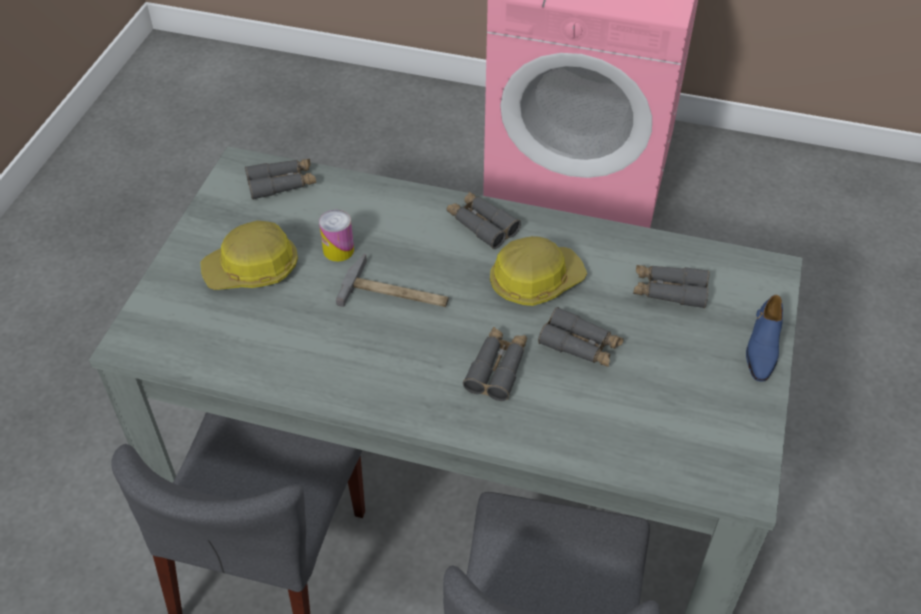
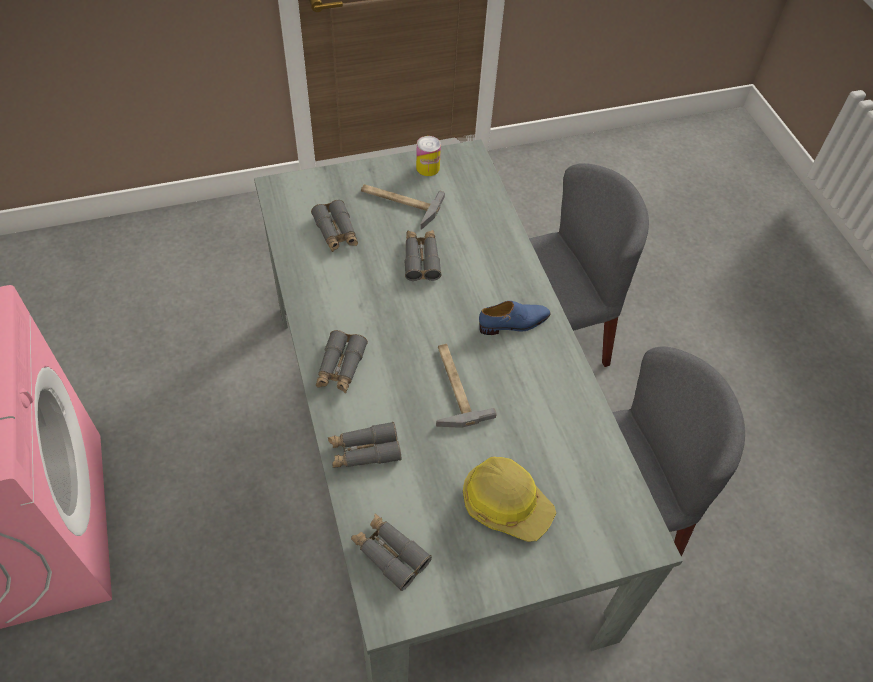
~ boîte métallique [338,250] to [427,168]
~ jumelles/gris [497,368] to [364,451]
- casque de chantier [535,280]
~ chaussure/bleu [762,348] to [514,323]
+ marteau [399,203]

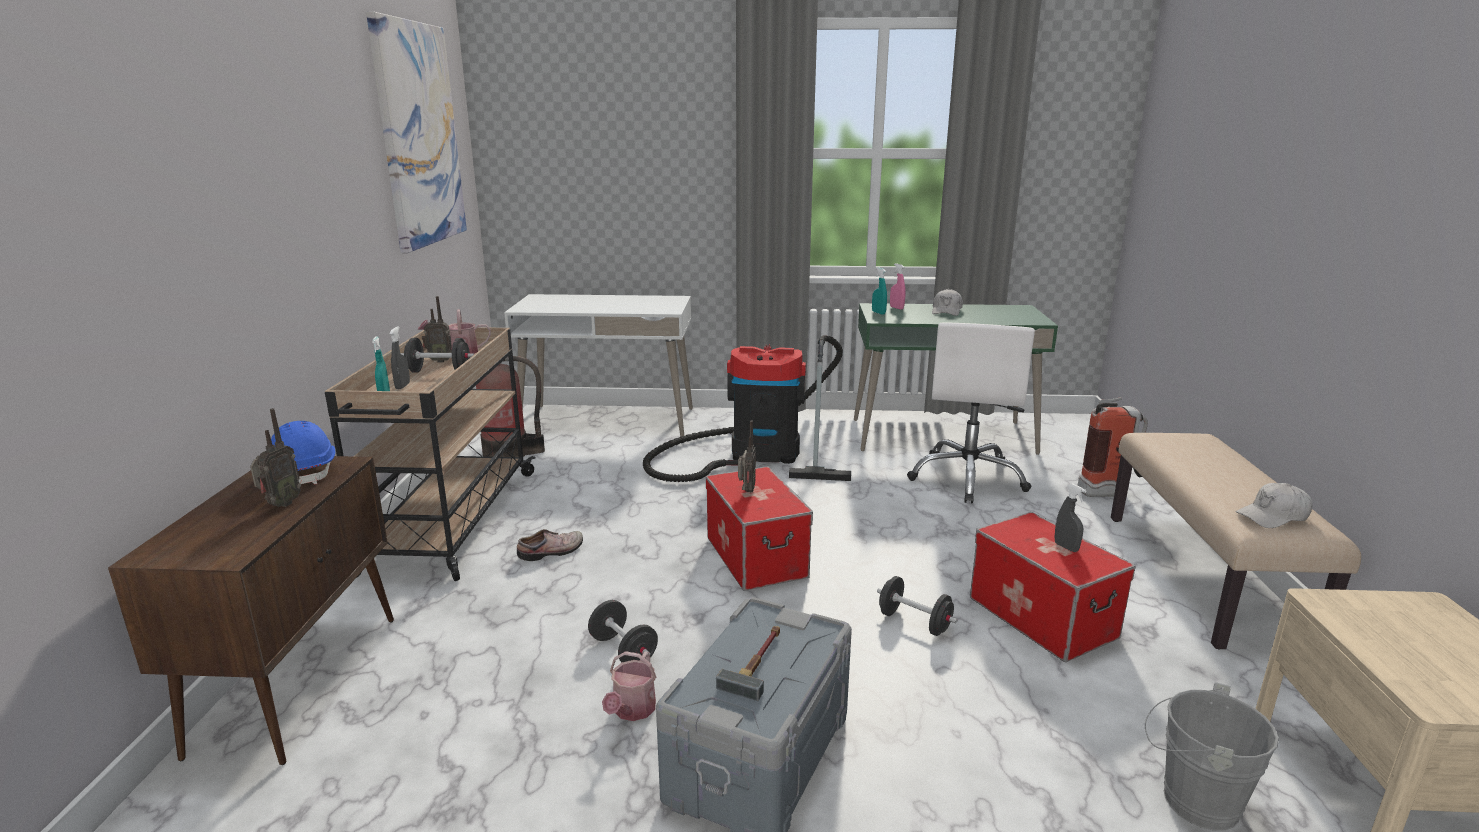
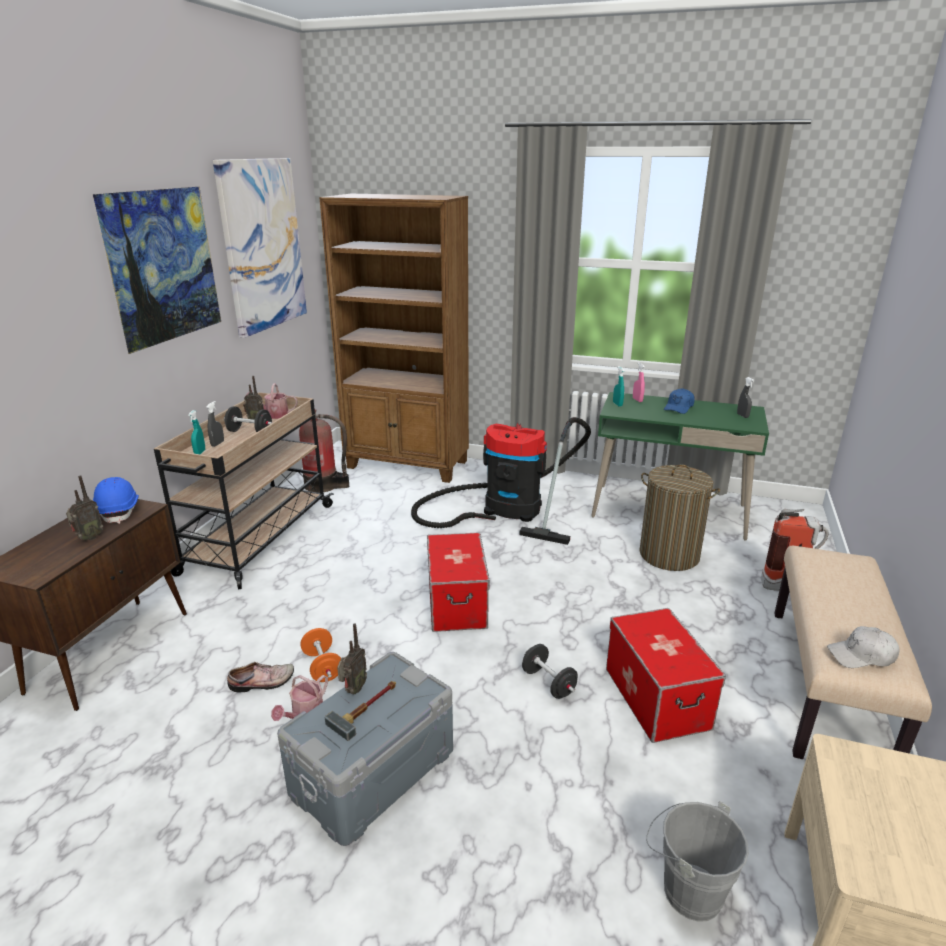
~ bureau/blanc [608,421] to bibliothèque/marron [408,465]
~ chaussure [552,552] to [262,683]
~ haltère/noir [623,651] to haltère/orange [322,667]
~ radio [746,491] to [353,690]
~ chaise de bureau/blanc [968,477] to panier à linge [669,555]
~ casquette/blanc [946,311] to casquette/bleu [679,407]
~ vaporisateur/gris [1066,547] to [742,416]
+ tableau [172,302]

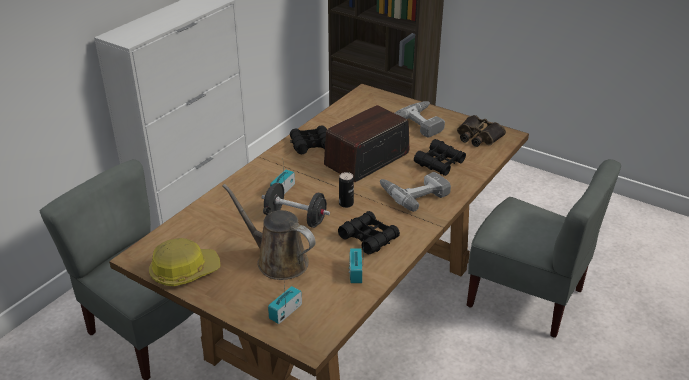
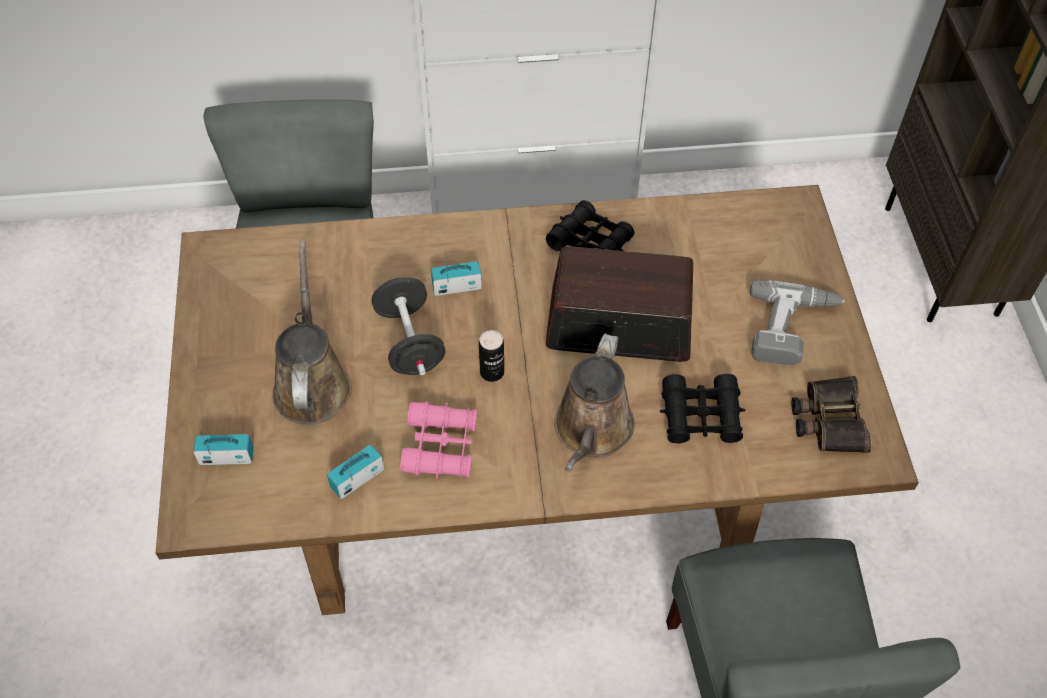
- casque de chantier [184,271]
~ jumelles/noir [368,238] to jumelles/rose [440,446]
~ perceuse [413,193] to arrosoir/marron [592,431]

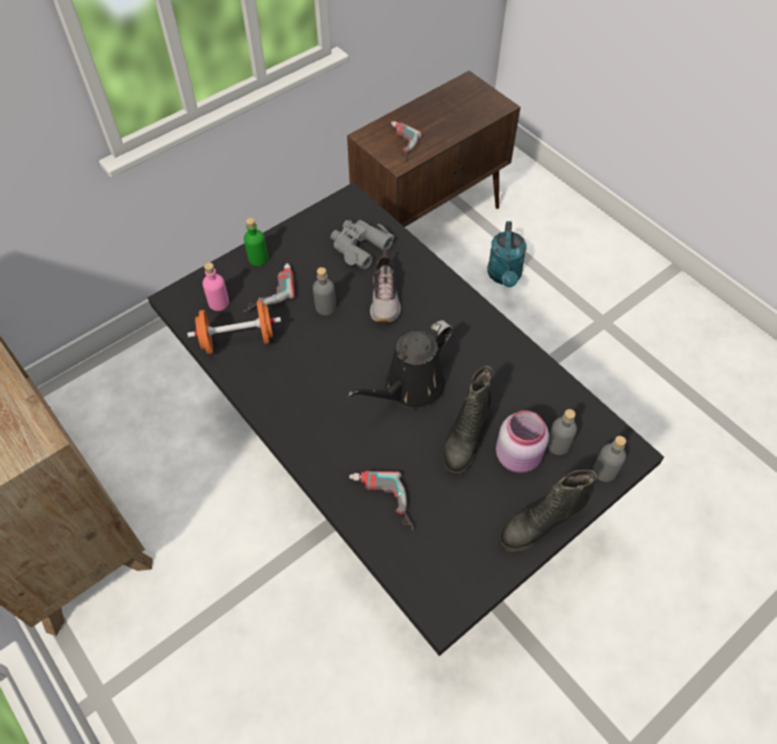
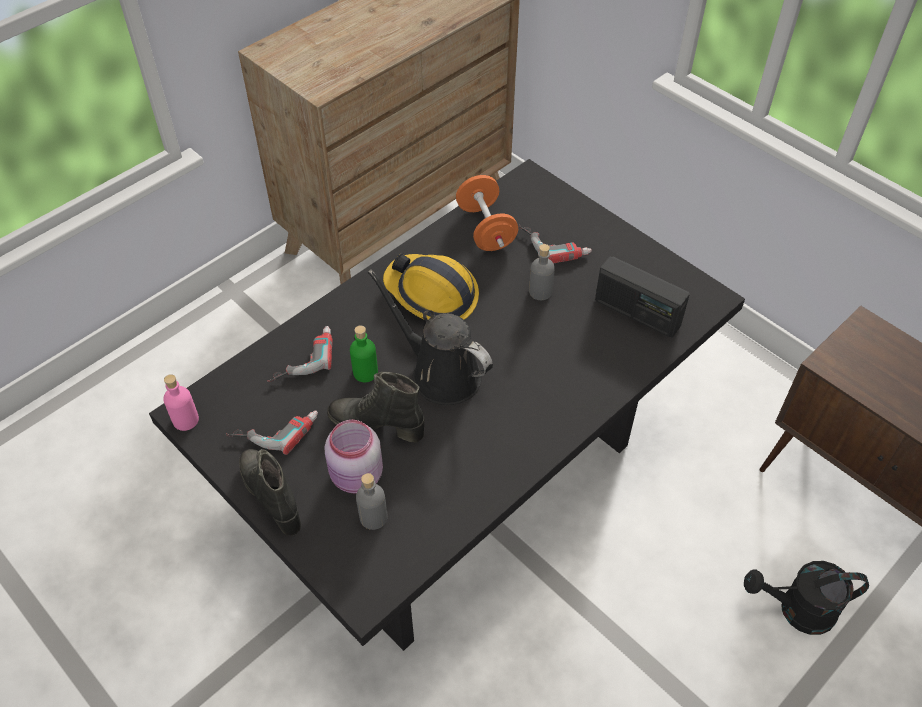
~ bouteille/rose [219,303] to [186,420]
~ bouteille/vert [258,258] to [365,372]
~ jumelles/gris [359,247] to radio [637,313]
- chaussure [385,298]
~ perceuse [398,144] to [274,428]
~ arrosoir/turquoise [504,276] to arrosoir/noir [797,610]
- bouteille/gris [604,471]
+ casque de chantier [432,295]

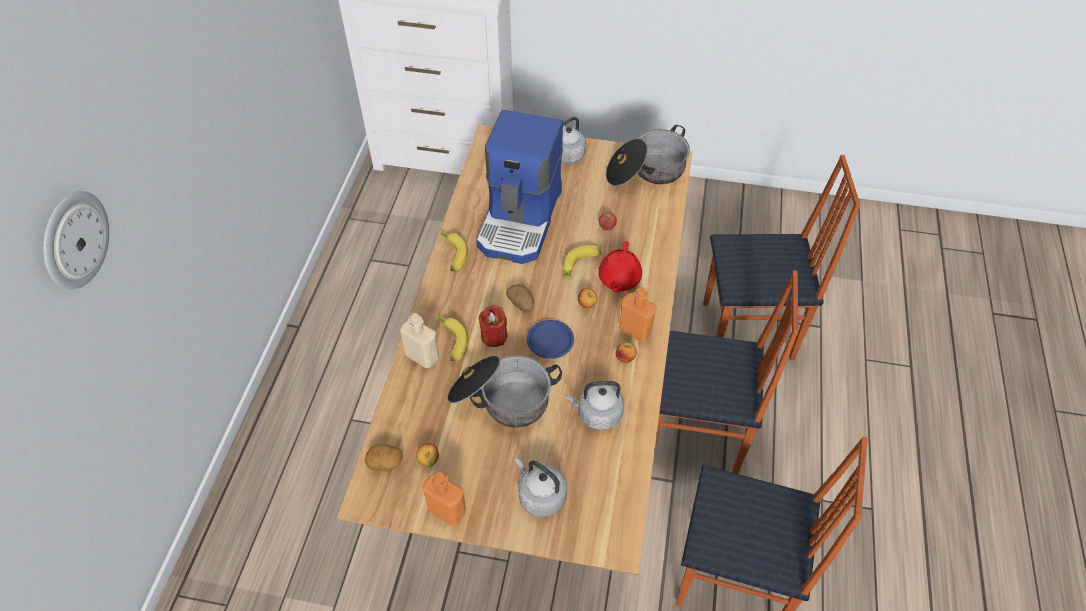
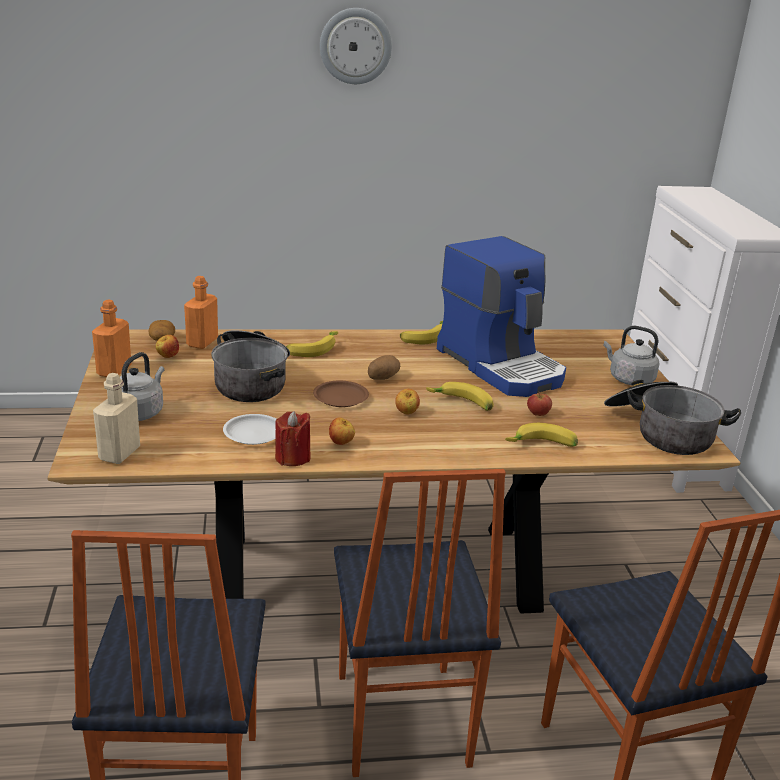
~ horloge murale [74,239] to [355,46]
~ bouteille/beige [422,356] to [119,453]
~ machine à café [521,221] = [501,365] 120 degrees counterclockwise
~ bougie/rouge [494,336] to [292,457]
~ assiette/bleu [550,341] to assiette/marron [341,397]
~ bouilloire/gris [597,414] to assiette/blanc [253,433]
- théière/rouge [619,279]
~ bouteille/orange [635,330] to [202,342]
+ banane [542,446]

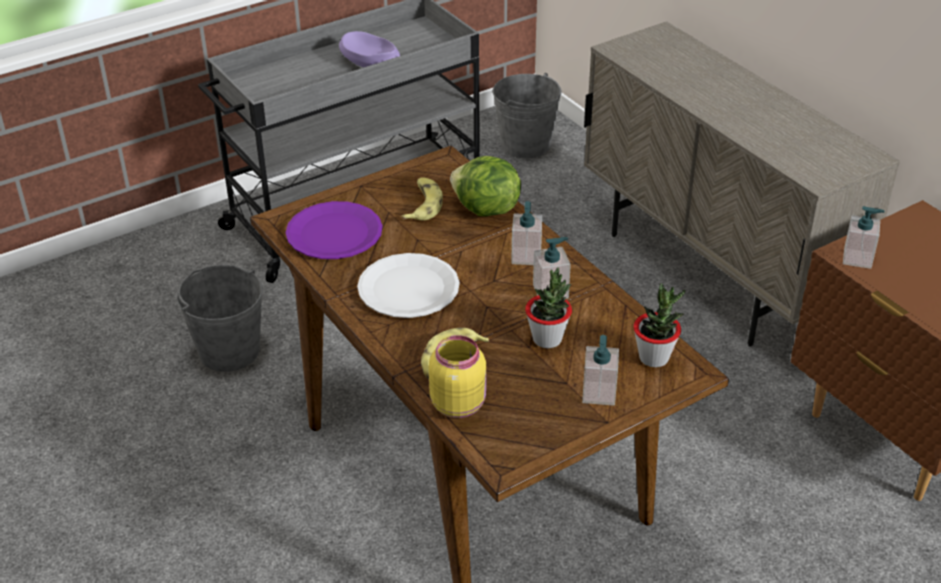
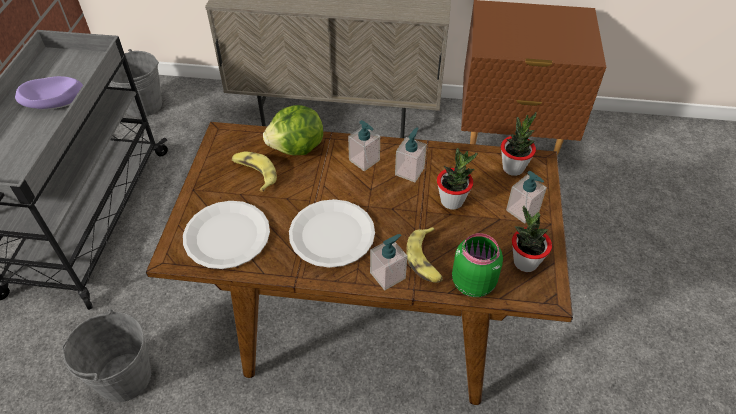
~ assiette/violet [334,233] to assiette/blanc [227,236]
~ bocal/jaune [459,403] to bocal/vert [472,282]
~ distributeur de savon [857,258] to [388,275]
+ plante en pot [525,262]

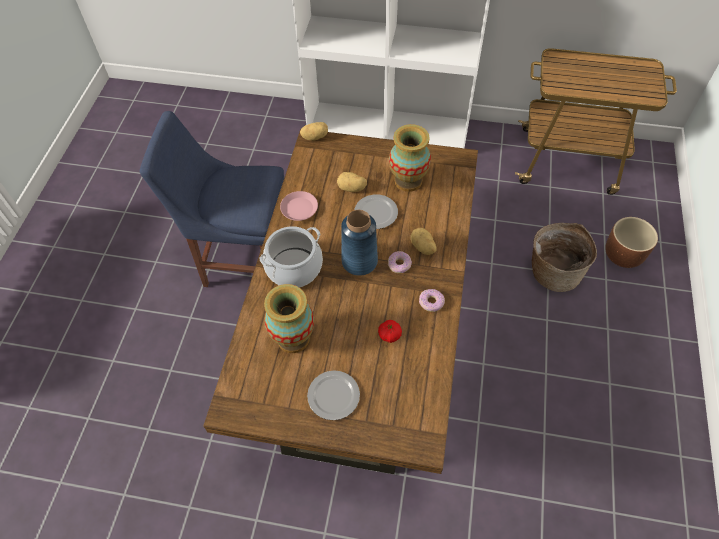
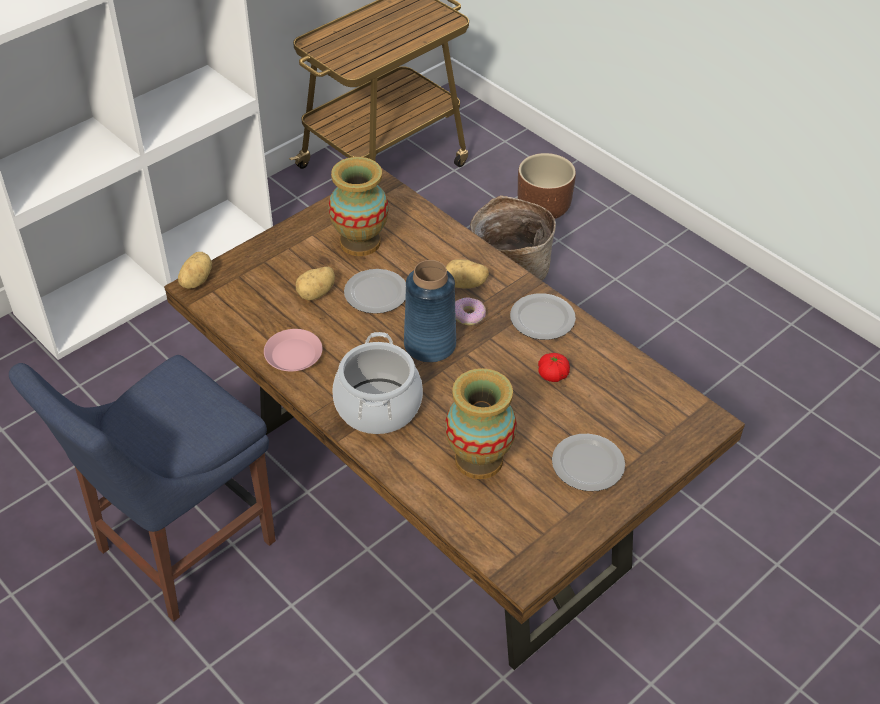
~ beignet [431,302] to assiette [543,319]

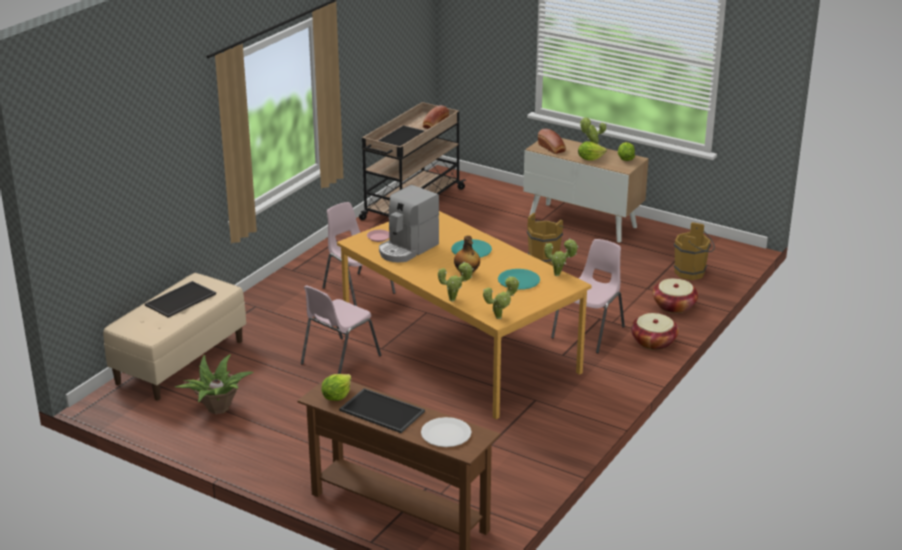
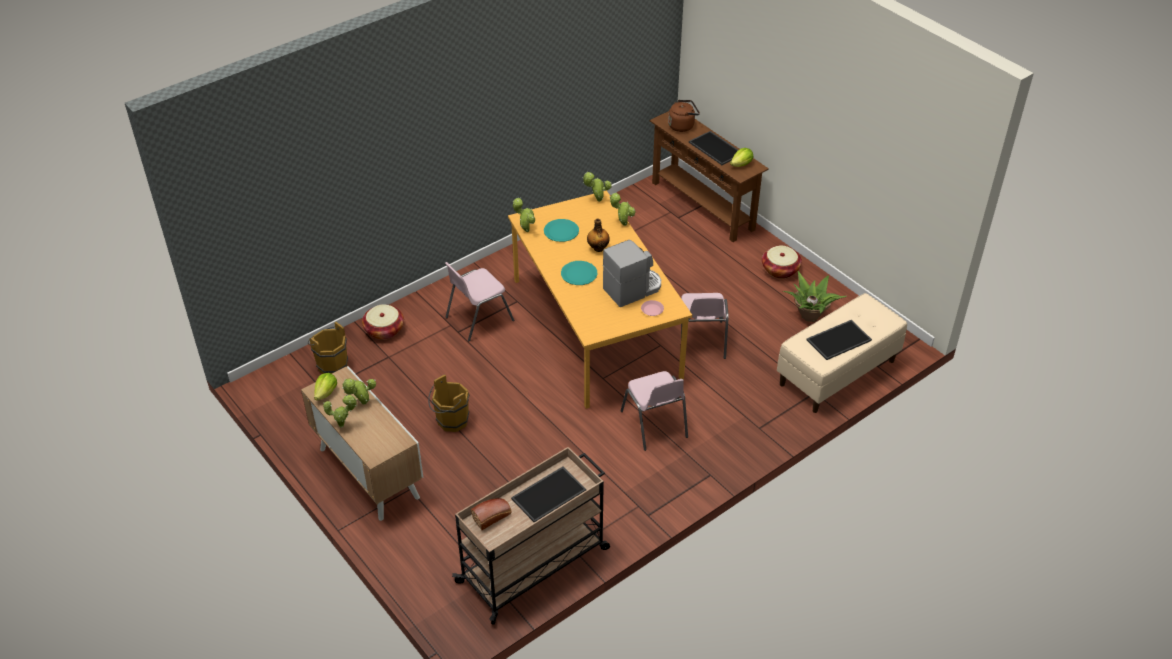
~ chaise/rose [339,360] = [700,341] 120 degrees clockwise
~ assiette/blanc [445,434] to bouilloire/marron [682,126]
- pain [552,148]
~ laitue [590,159] to plante en pot [362,403]
~ panier [653,342] to [780,270]

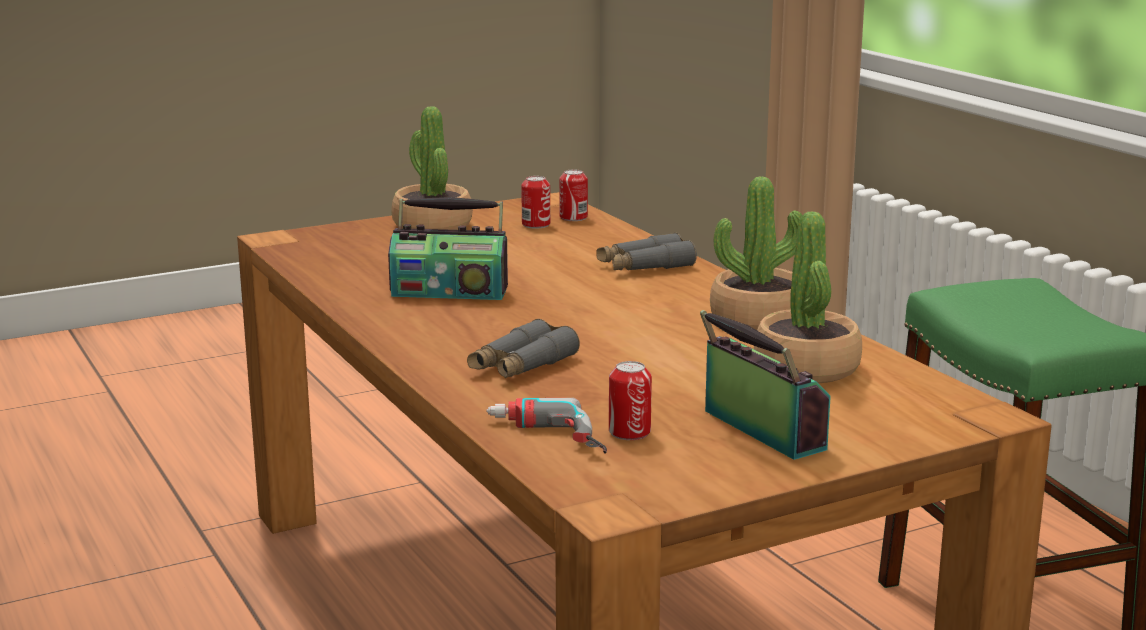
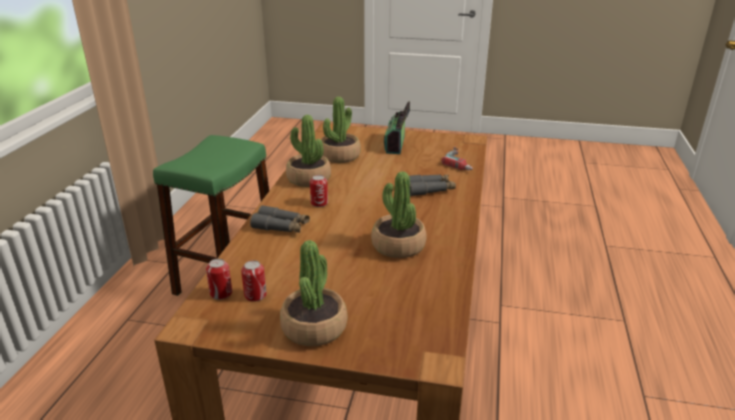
~ radio [449,291] to plante en pot [398,246]
~ boîte métallique [629,432] to [319,203]

